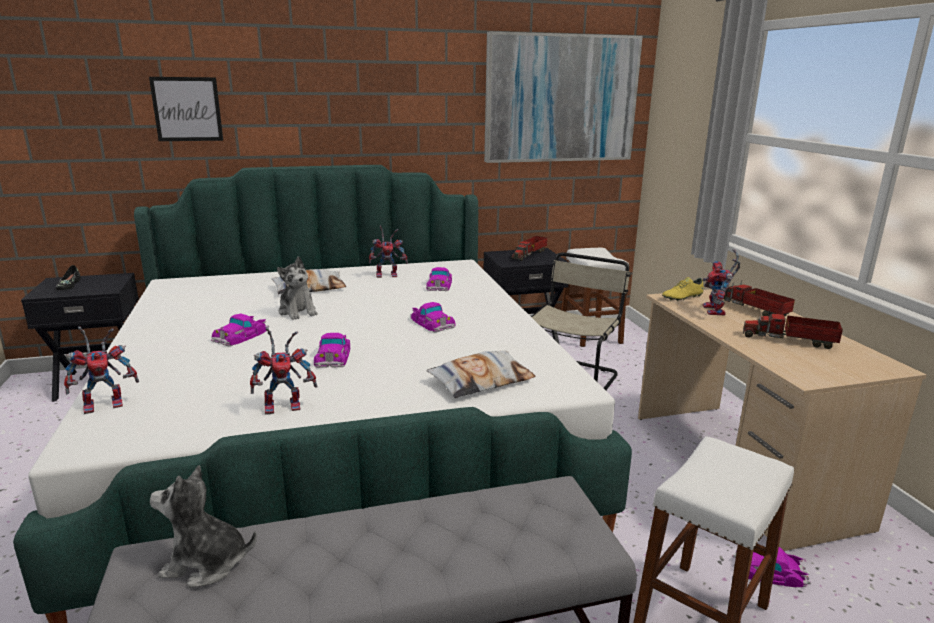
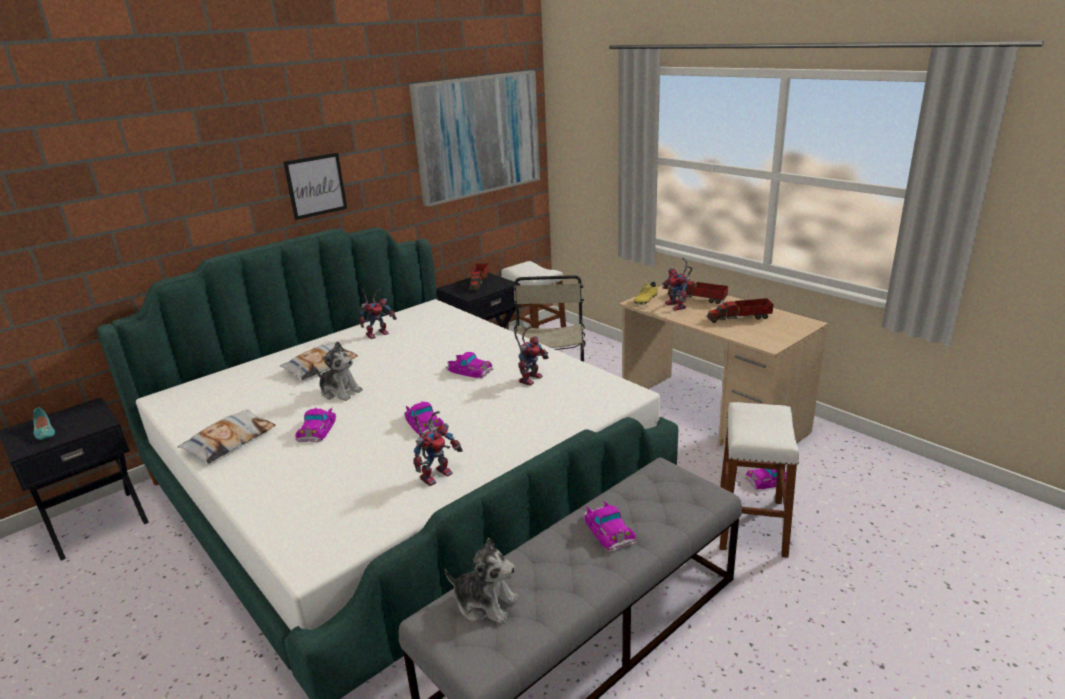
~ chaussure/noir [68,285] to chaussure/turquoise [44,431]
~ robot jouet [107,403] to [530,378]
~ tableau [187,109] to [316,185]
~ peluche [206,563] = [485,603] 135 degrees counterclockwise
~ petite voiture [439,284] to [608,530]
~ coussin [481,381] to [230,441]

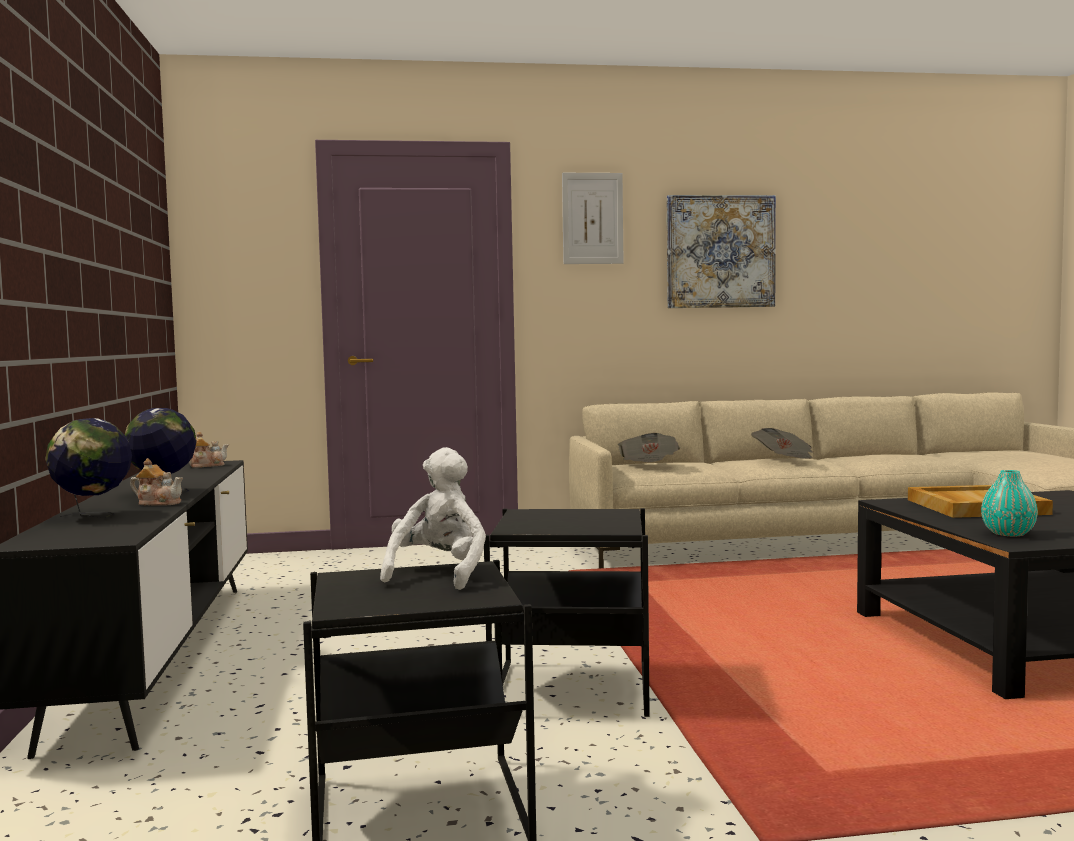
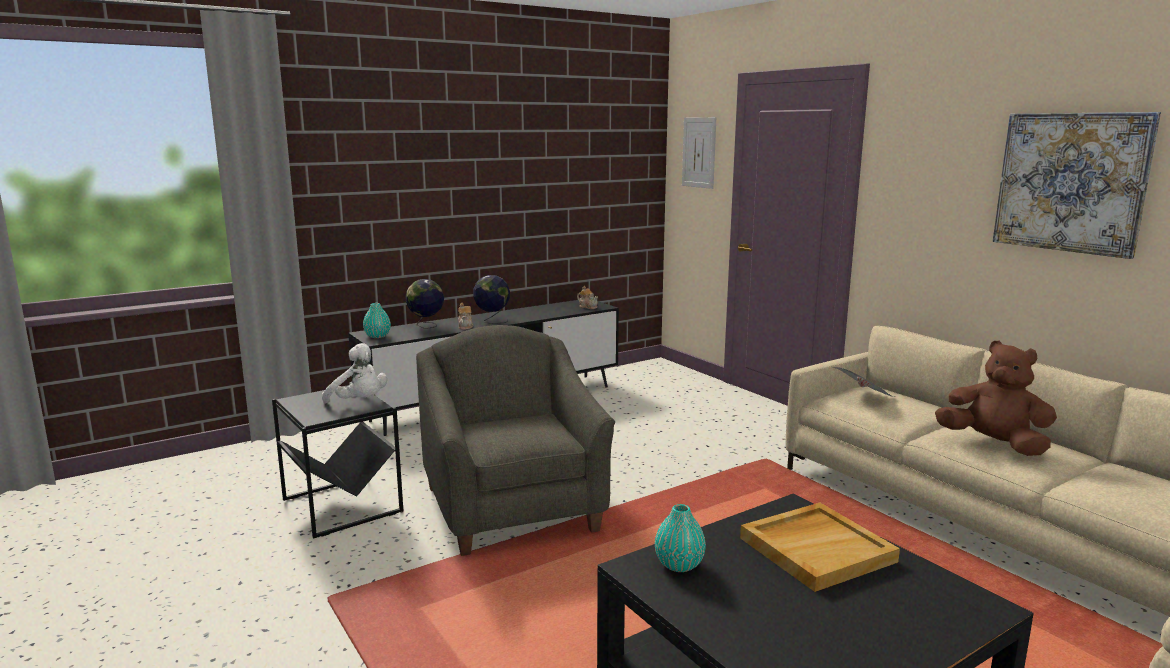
~ peluche/blanc [439,573] = [359,402] 45 degrees clockwise
~ table d'appoint/noir [570,688] to fauteuil/gris [513,509]
~ tableau [592,218] to [699,152]
~ journal [785,461] to peluche/marron [993,444]
+ vase/turquoise [377,336]

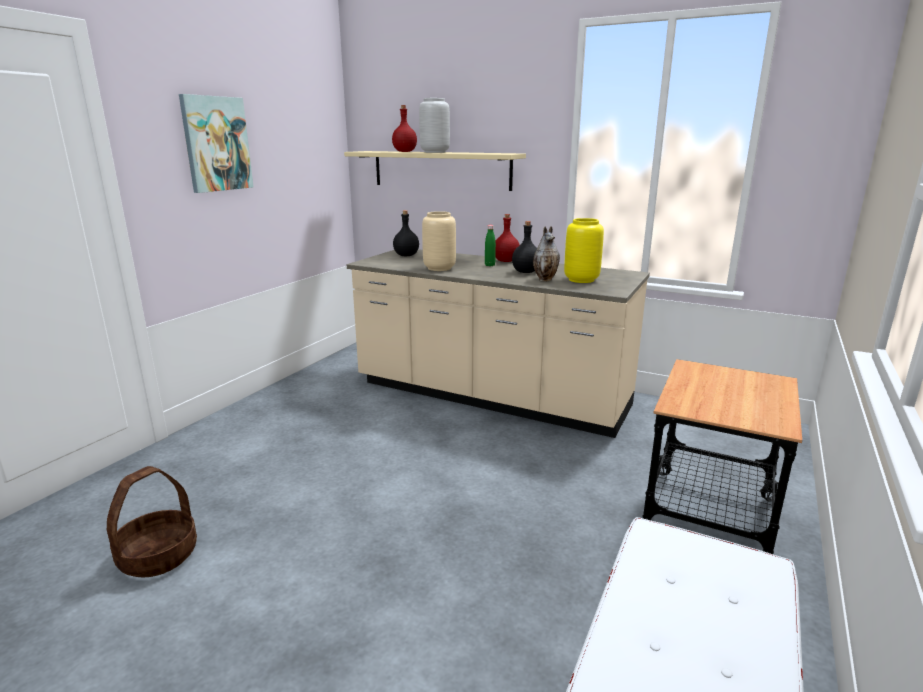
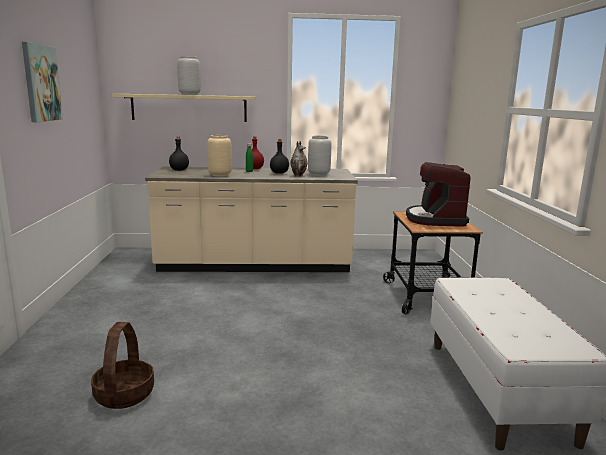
- bouteille/rouge [404,151]
~ vase/jaune [580,280] to vase/gris [318,174]
+ machine à café [435,219]

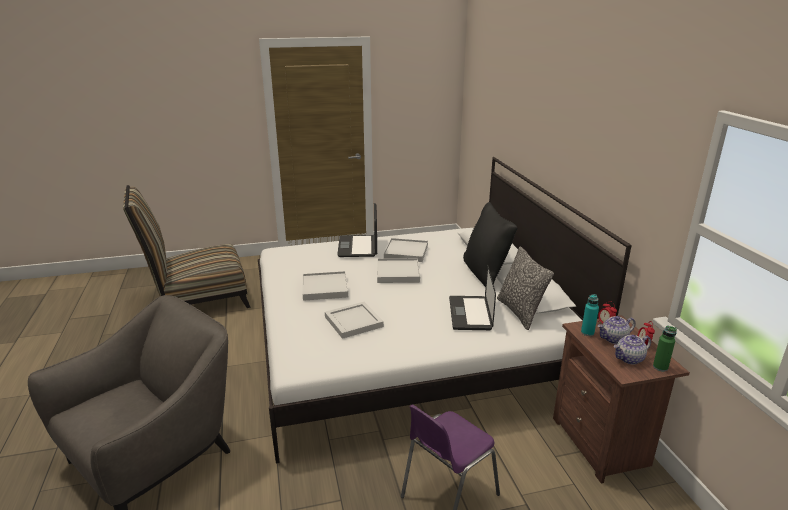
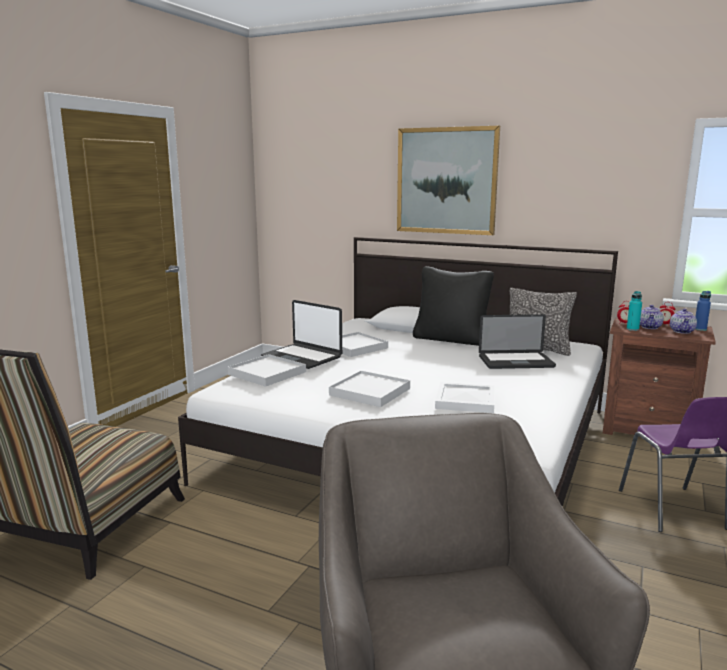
~ plateau/blanc [397,273] to [267,373]
~ ordinateur portable [470,314] = [516,362] 45 degrees counterclockwise
~ bouteille/vert [660,367] to bouteille/bleu [700,329]
+ tableau [446,181]

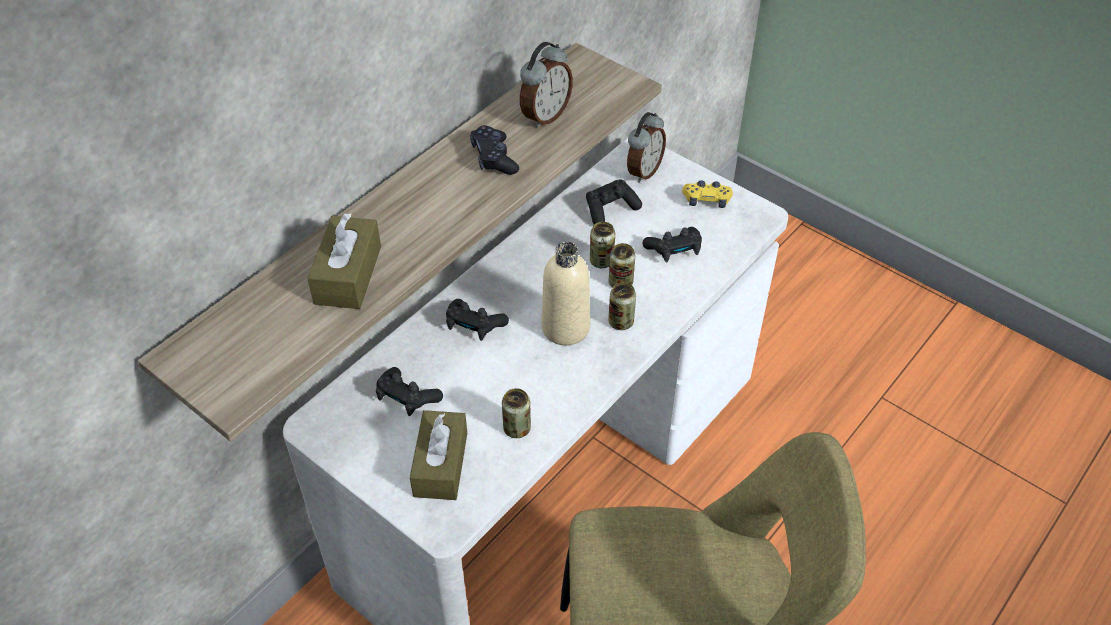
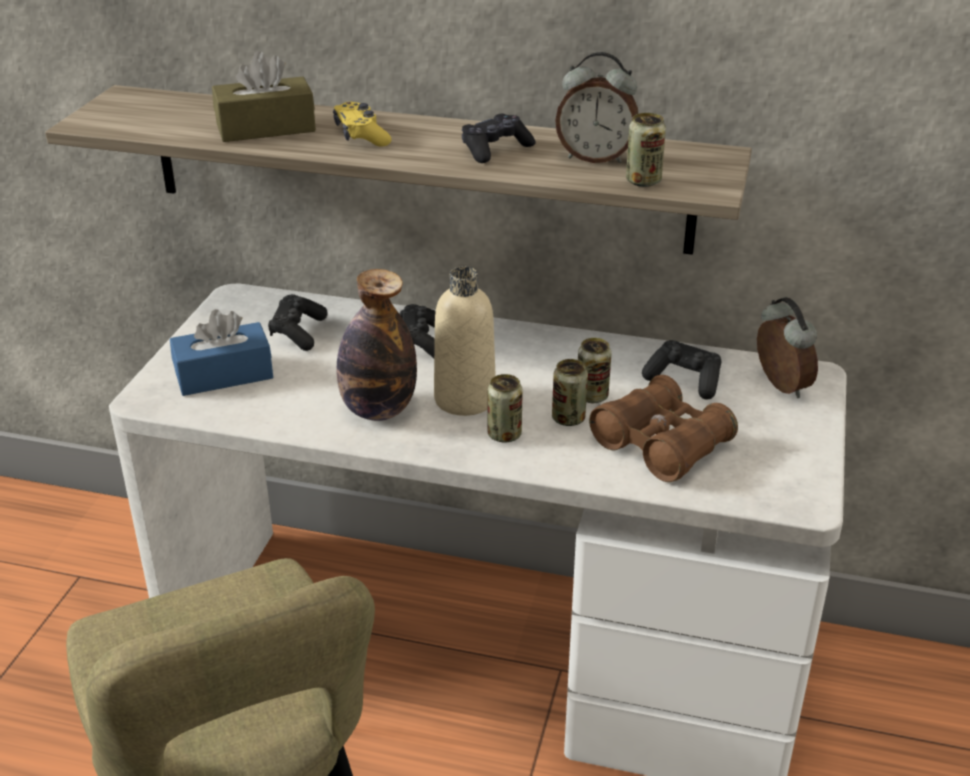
~ boîte à mouchoirs/marron [440,464] to boîte à mouchoirs/bleu [224,375]
~ boîte métallique [517,428] to [643,181]
~ réveil [643,171] = [779,387] 120 degrees counterclockwise
~ manette/noir [674,250] to jumelles/marron [661,445]
~ manette/jaune [706,200] to [361,136]
+ bouteille [378,410]

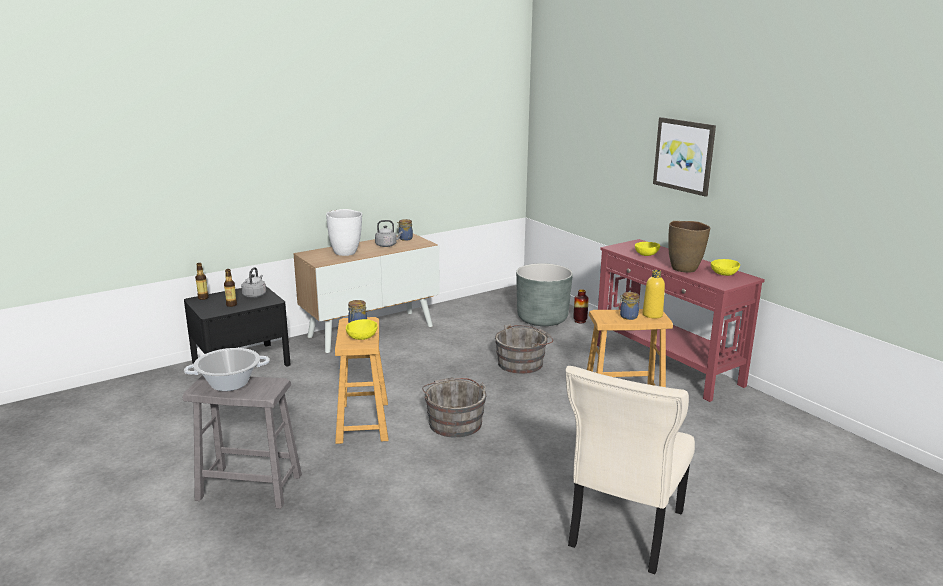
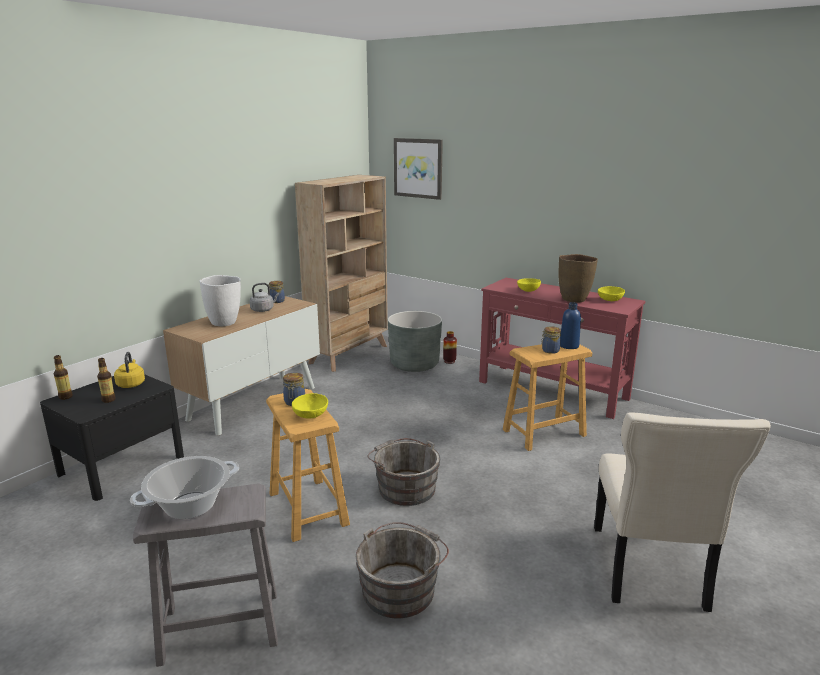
~ bouilloire/gris [255,295] to bouilloire/jaune [131,384]
~ seau/gris [522,363] to [401,588]
~ bouteille/jaune [652,315] to bouteille/bleu [569,346]
~ tableau [684,155] to [418,168]
+ bibliothèque/beige [349,354]

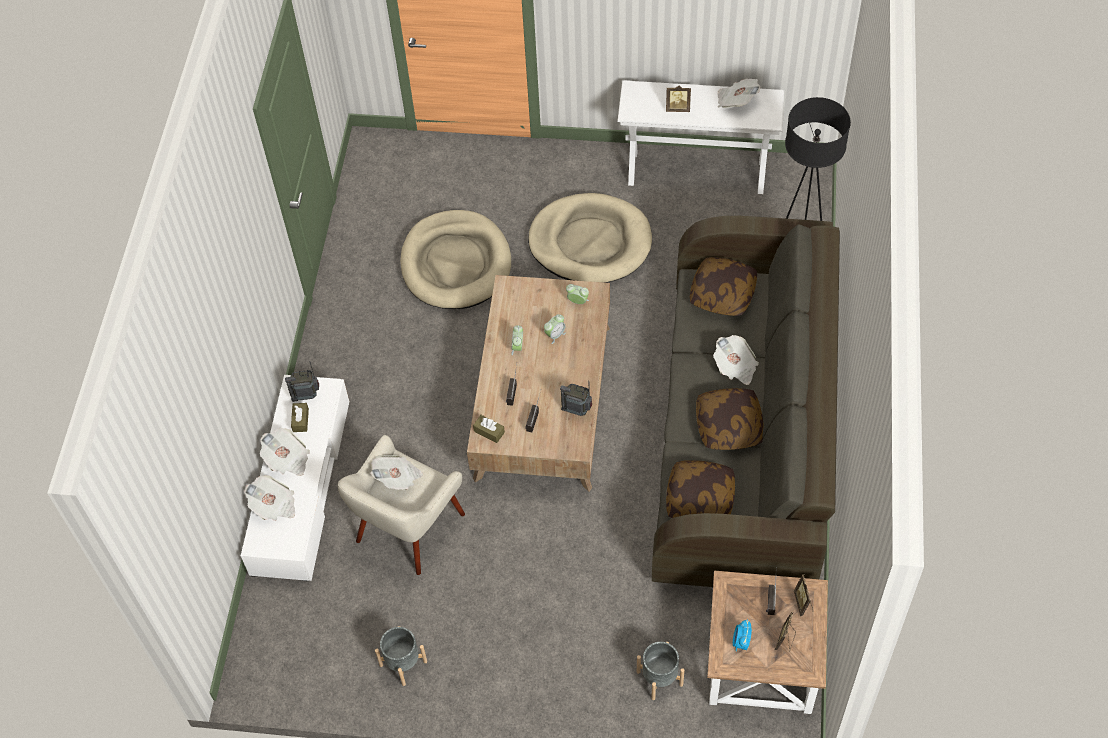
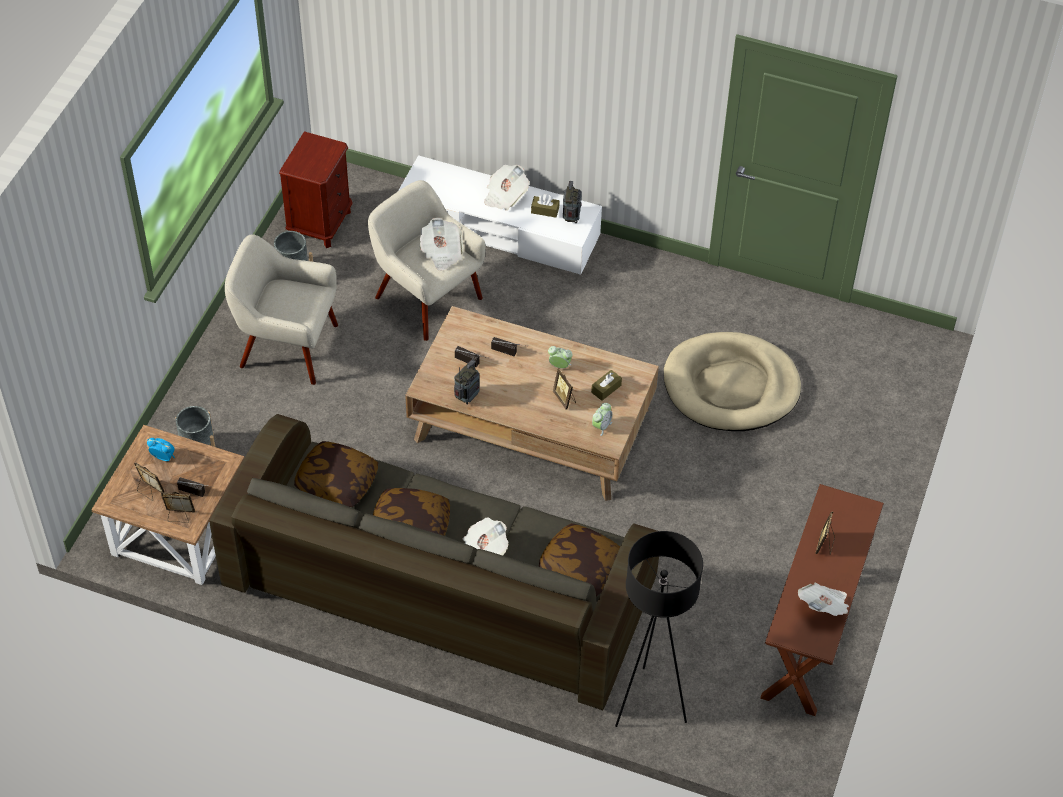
- journal [274,506]
~ boîte à mouchoirs/marron [489,432] to [606,389]
- panier pour chien/beige [590,242]
~ réveil [555,335] to cadre photo [565,399]
~ table console/blanc [697,172] to table console/marron [810,638]
+ fauteuil/beige [287,346]
+ table de chevet/marron [321,224]

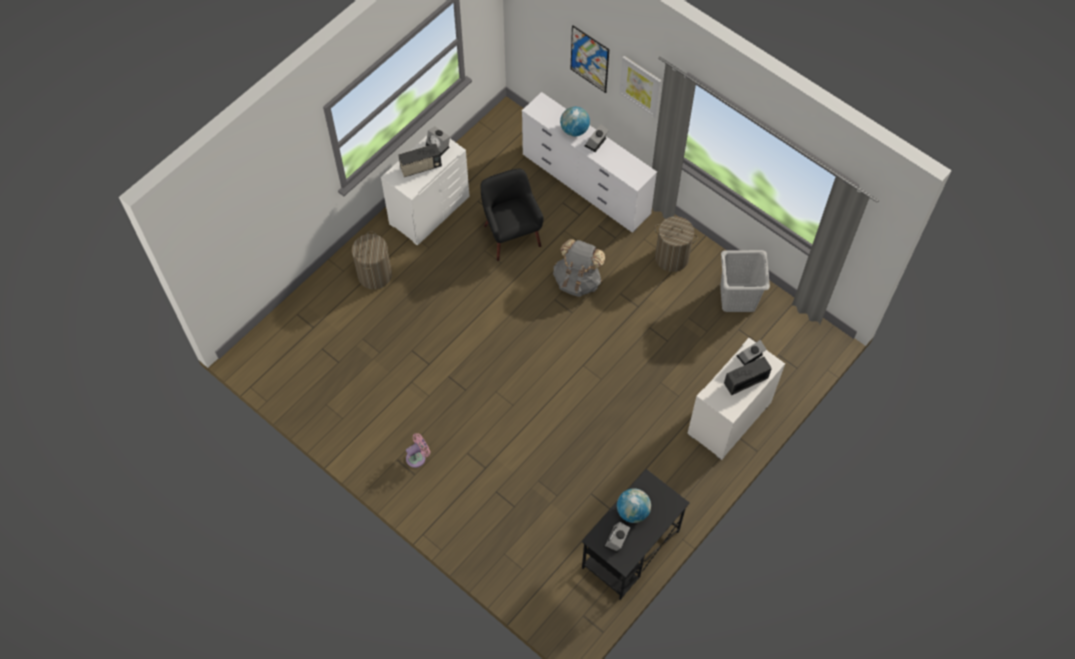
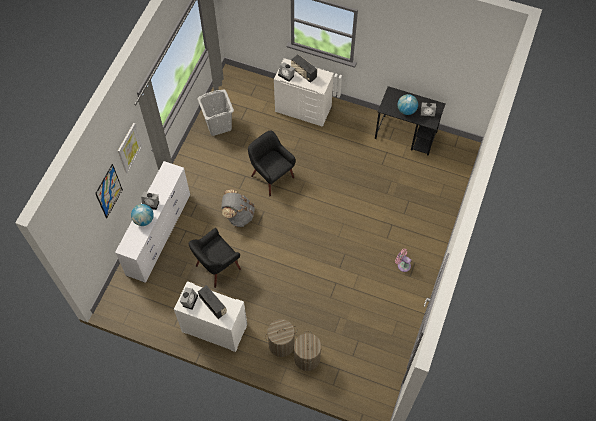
~ panier à linge [671,257] to [307,358]
+ fauteuil/noir [271,176]

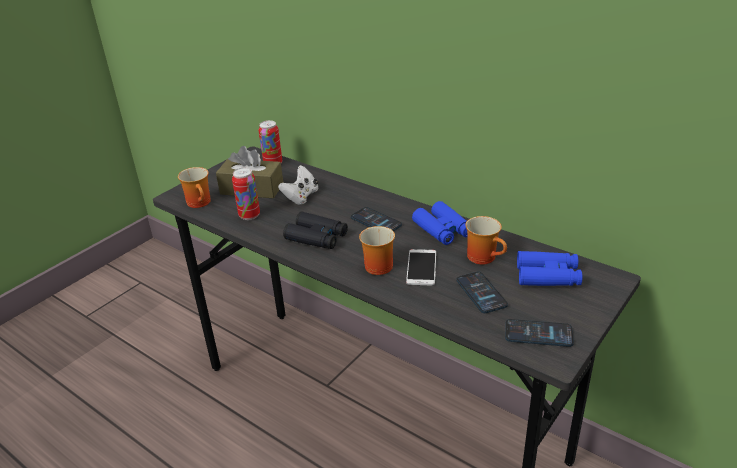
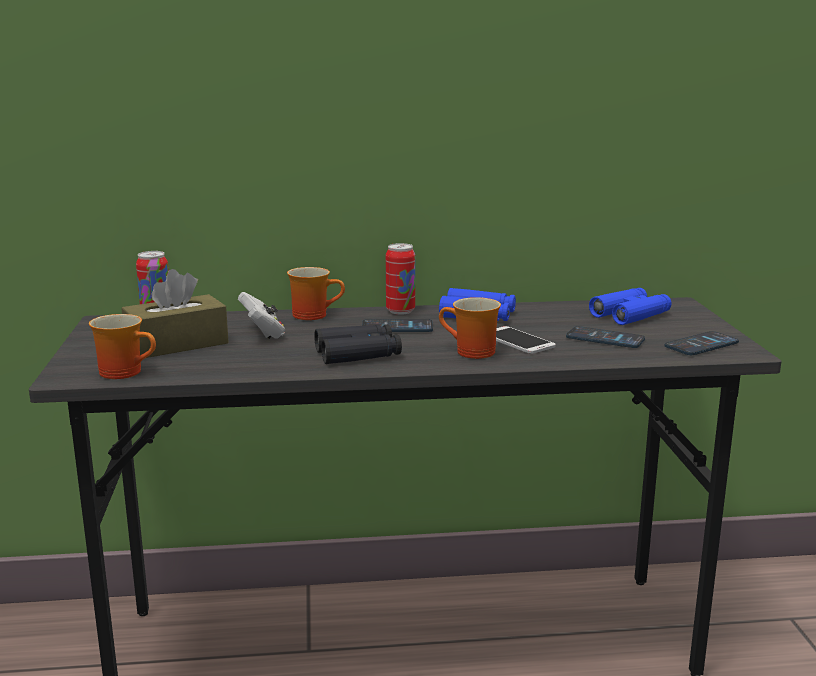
~ boîte métallique [249,215] to [400,311]
~ mug [485,257] to [314,315]

